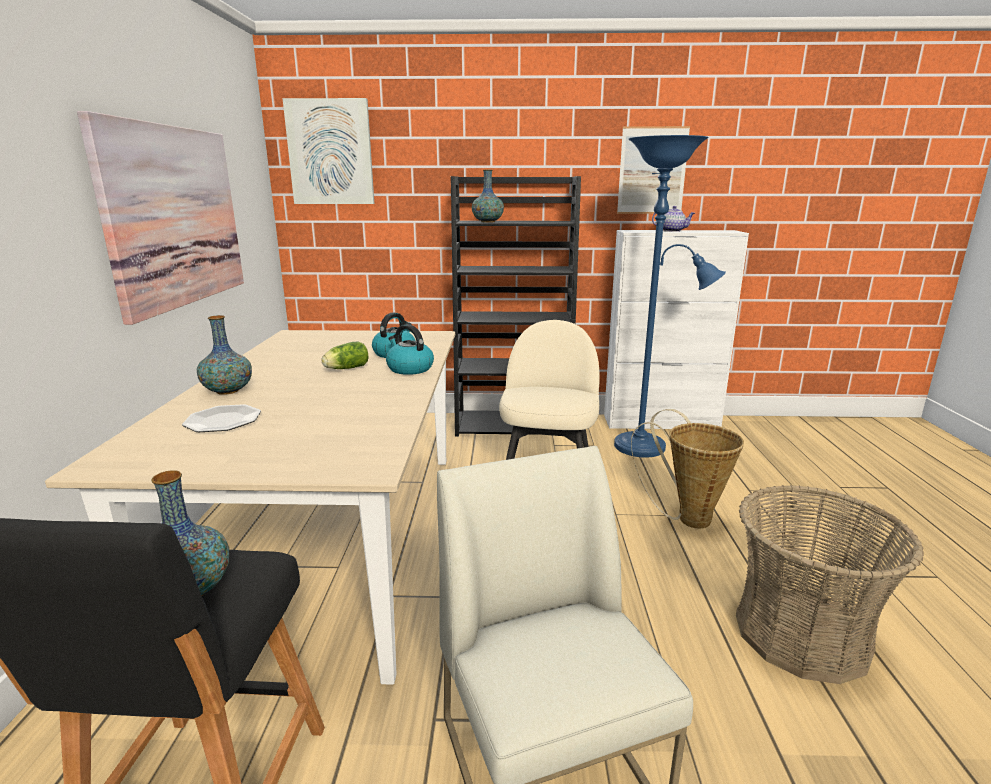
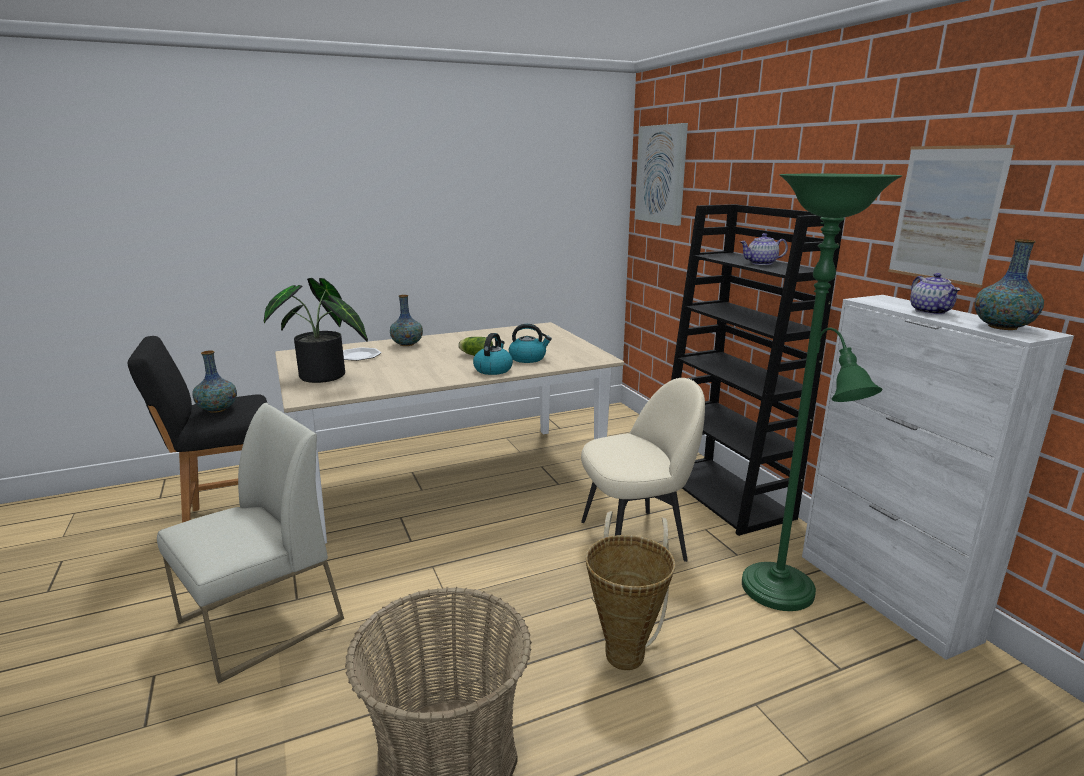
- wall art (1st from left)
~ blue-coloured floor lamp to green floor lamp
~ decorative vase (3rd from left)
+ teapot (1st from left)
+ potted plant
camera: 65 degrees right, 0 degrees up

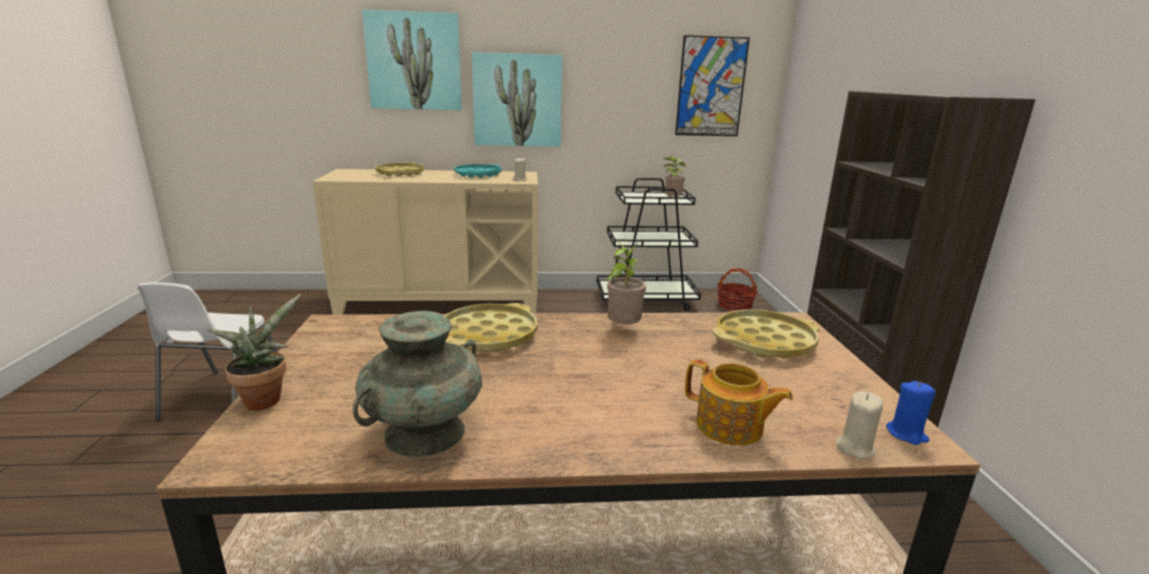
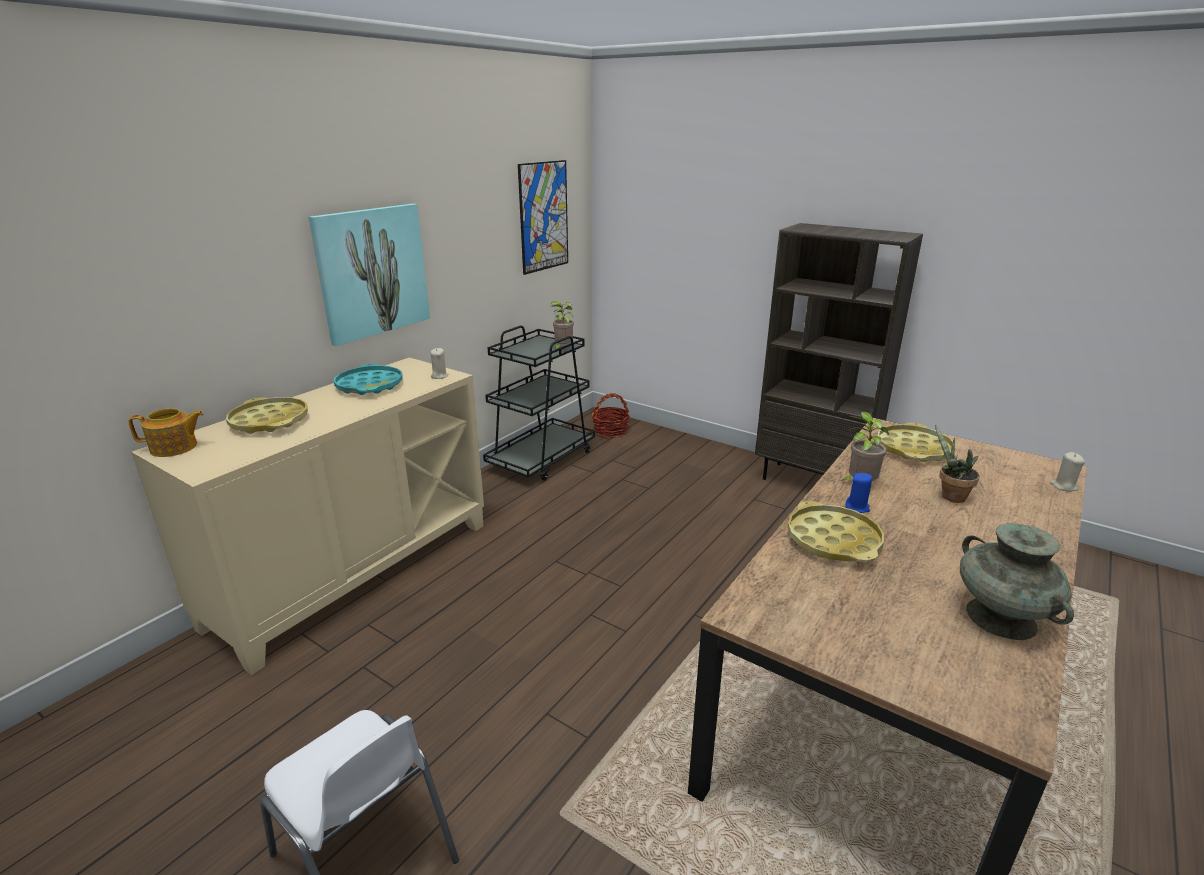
- wall art (1st from left)
~ potted plant (1st from left in the first image) to potted plant (3rd from left)
~ teapot
~ blue-coloured candle
camera: 50 degrees left, 5 degrees up

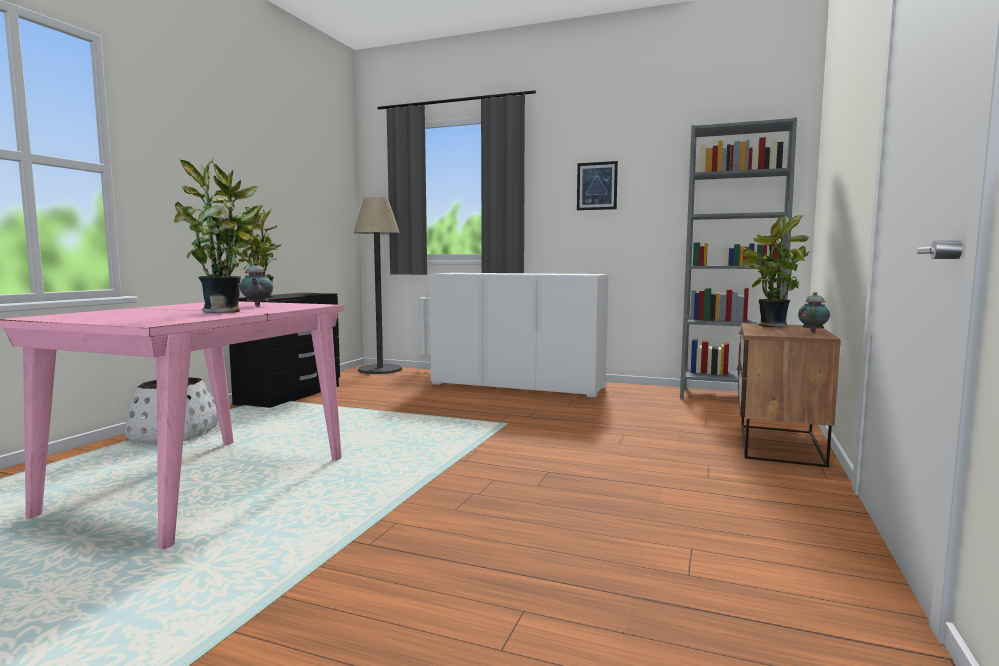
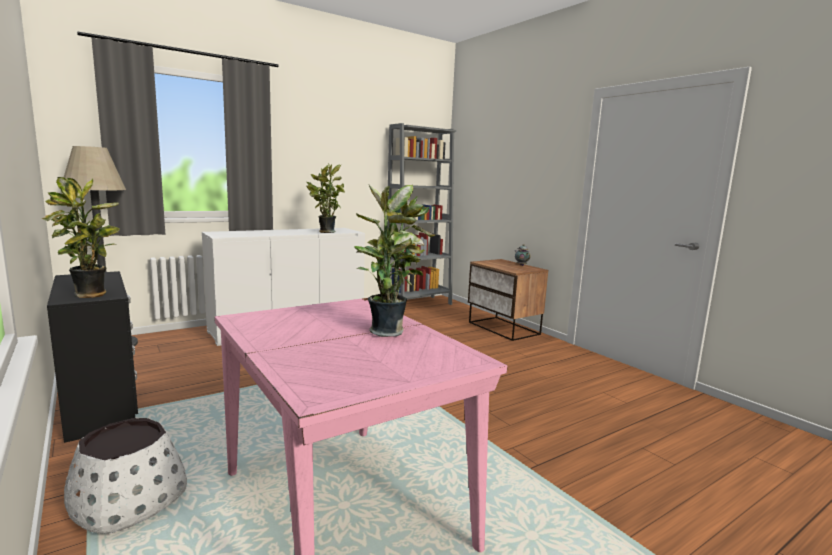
- wall art
~ potted plant (3rd from left in the first image) to potted plant (2nd from left)
- teapot (1st from left)
camera: 55 degrees left, 5 degrees up

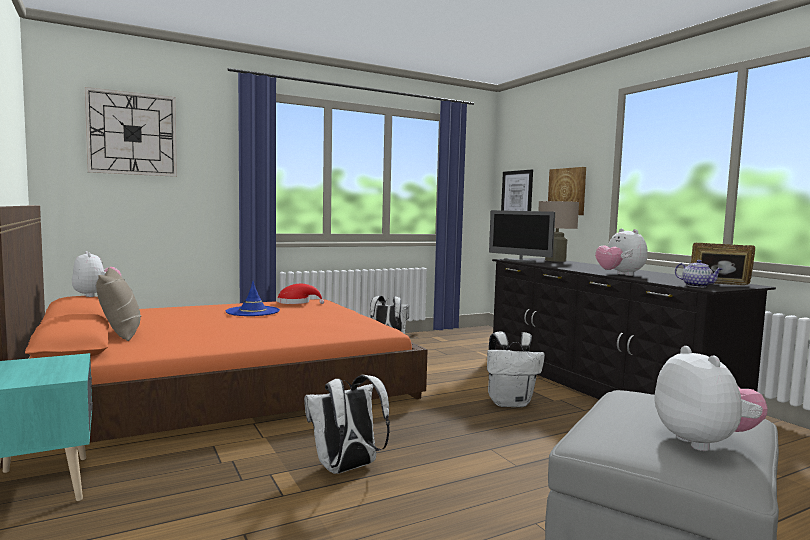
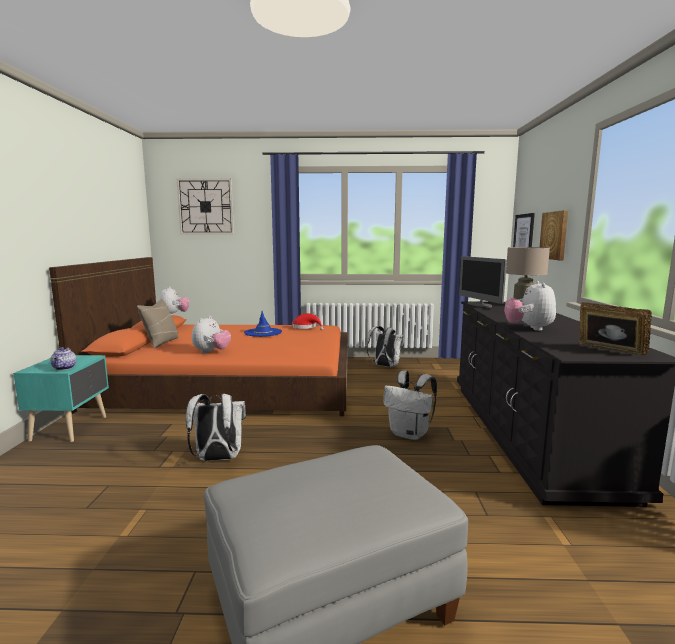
~ teapot
~ soft toy (3rd from left in the first image) to soft toy (2nd from left)
camera: 30 degrees right, 5 degrees up

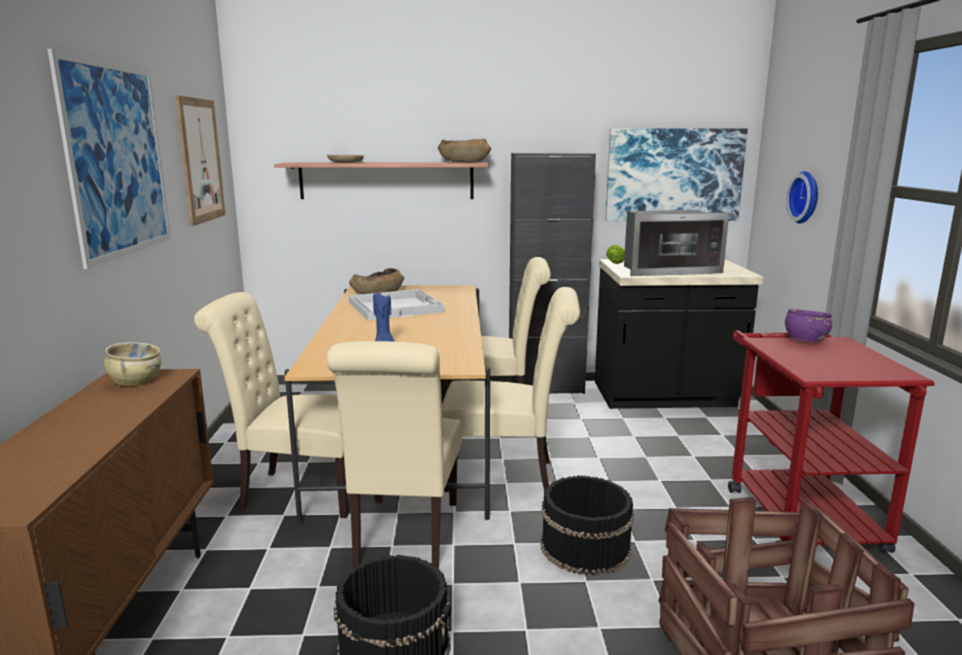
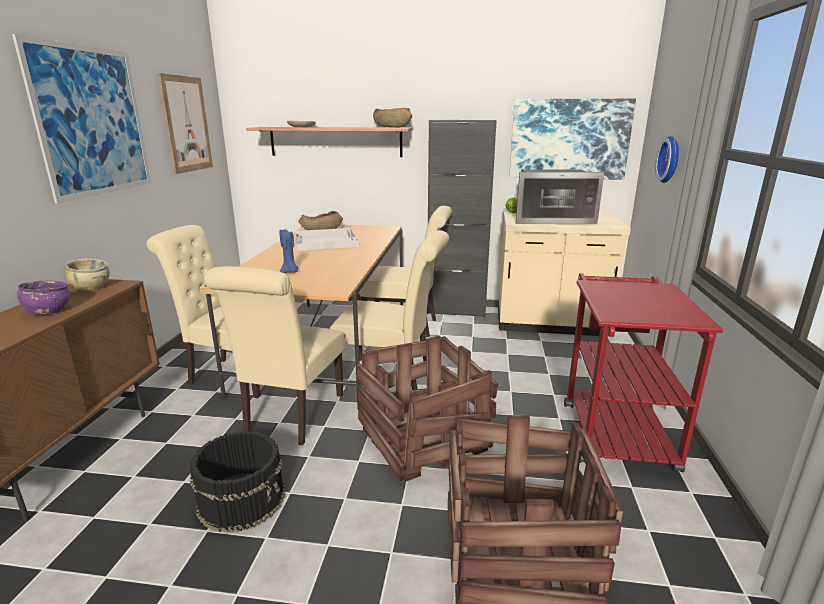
~ black-coloured kitchen base unit to sand-coloured kitchen base unit
~ purple bowl
~ black-coloured bucket (2nd from left) to crate (1st from left)
camera: 10 degrees right, 5 degrees up

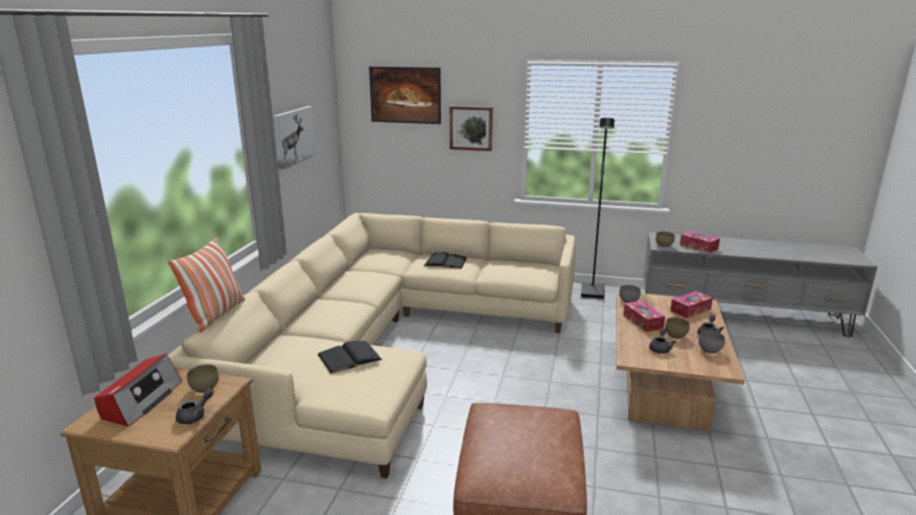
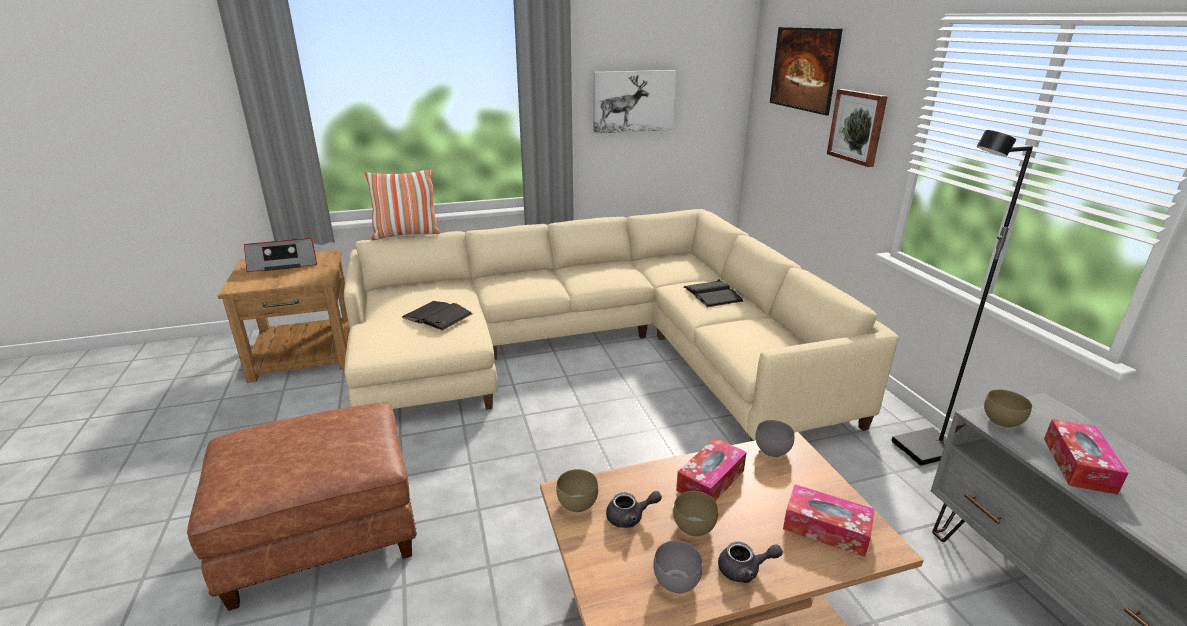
~ brown-coloured bowl (1st from left)
- greyish teapot (1st from left)
camera: 60 degrees right, 5 degrees up

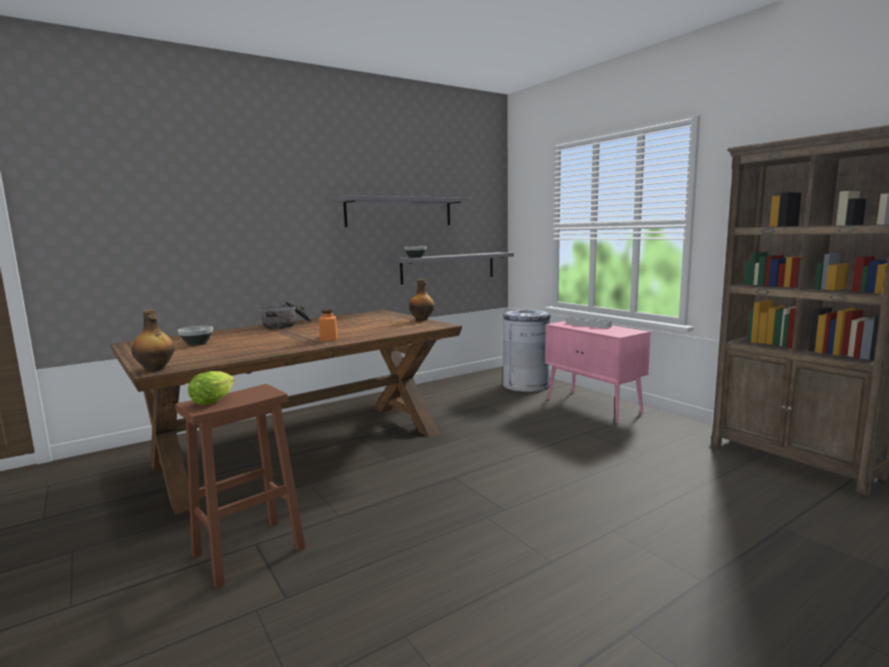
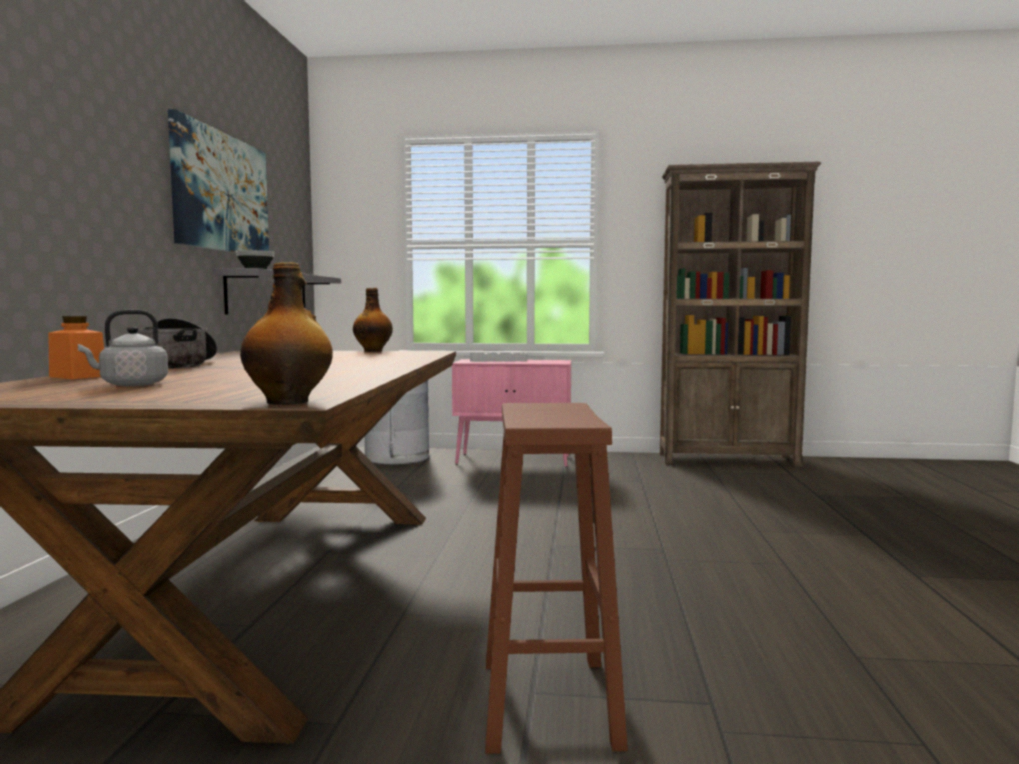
~ greyish shelf (1st from left) to wall art
~ orangey preserve jar
~ bowl (1st from left) to greyish kettle
- lettuce head
camera: 50 degrees left, 5 degrees down

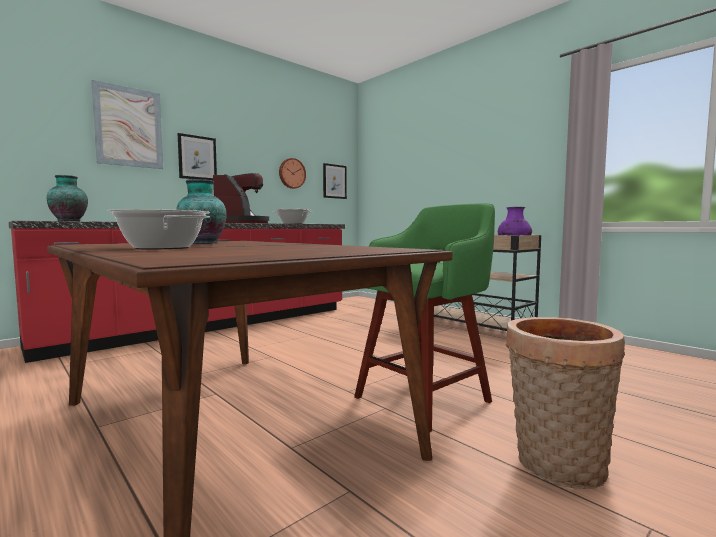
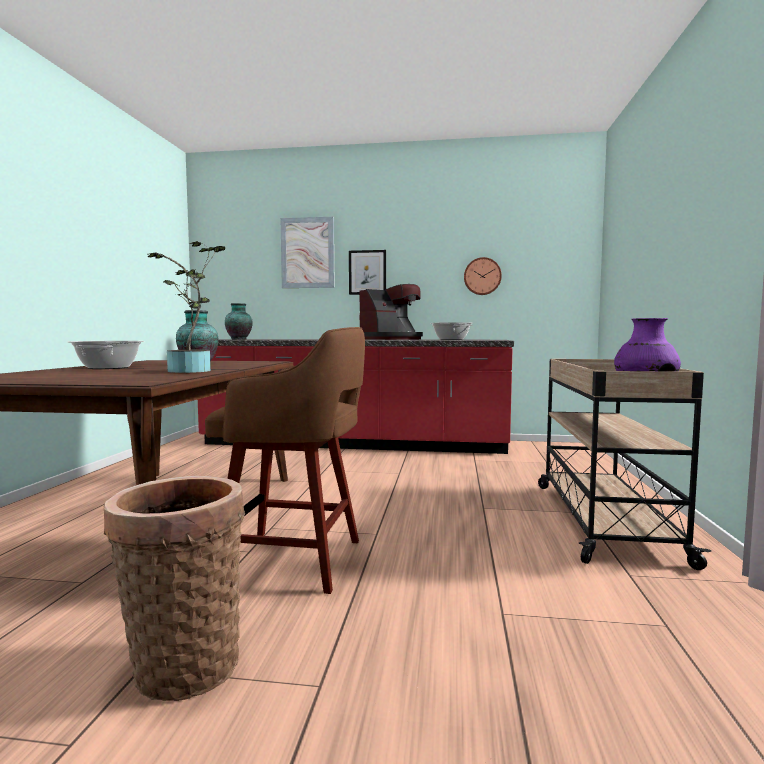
- wall art (3rd from left)
~ green sitting stool to brown-coloured sitting stool
+ potted plant
camera: 50 degrees right, 0 degrees up

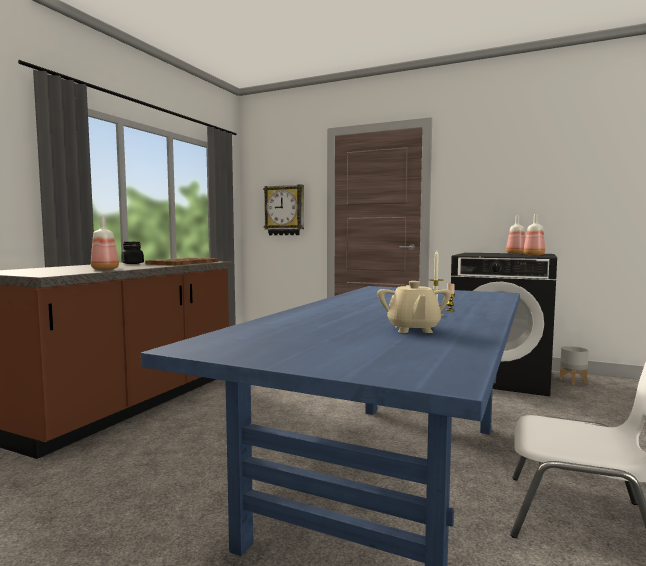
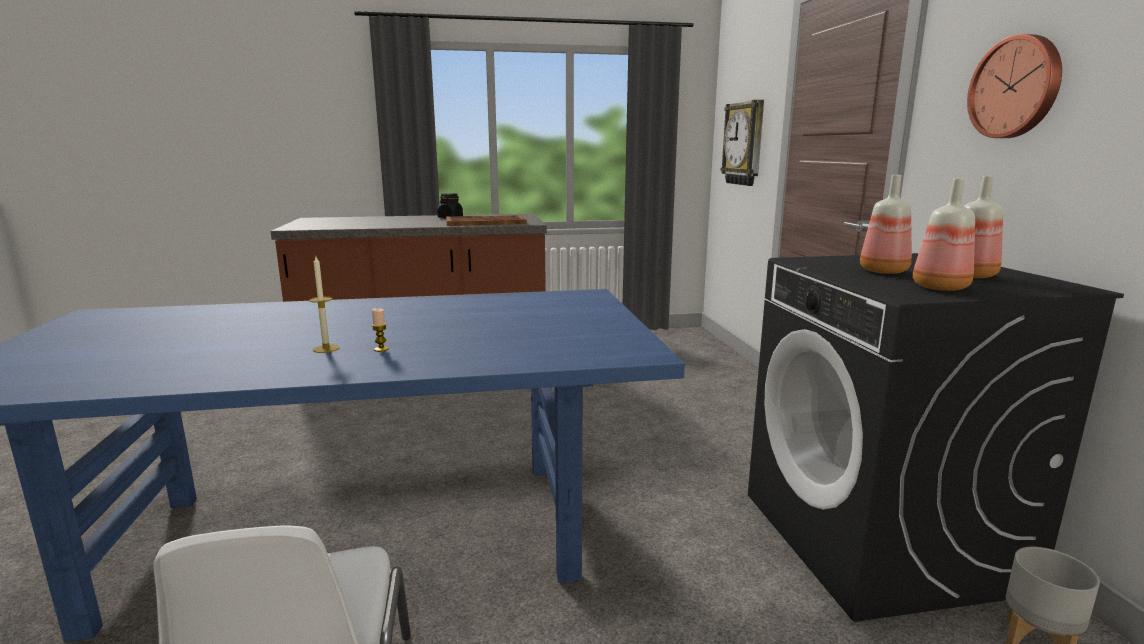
~ bottle (1st from left)
- sand-coloured teapot
+ wall clock (2nd from left)
camera: 55 degrees right, 10 degrees up

